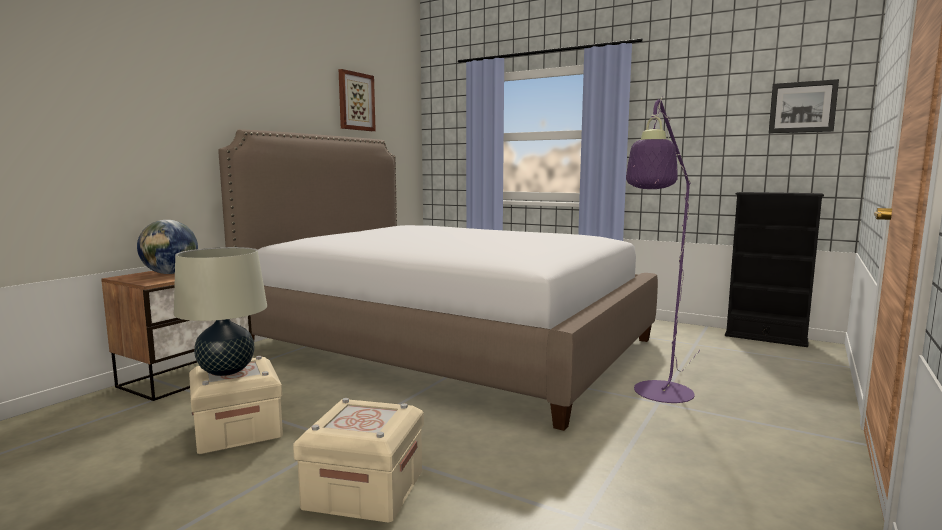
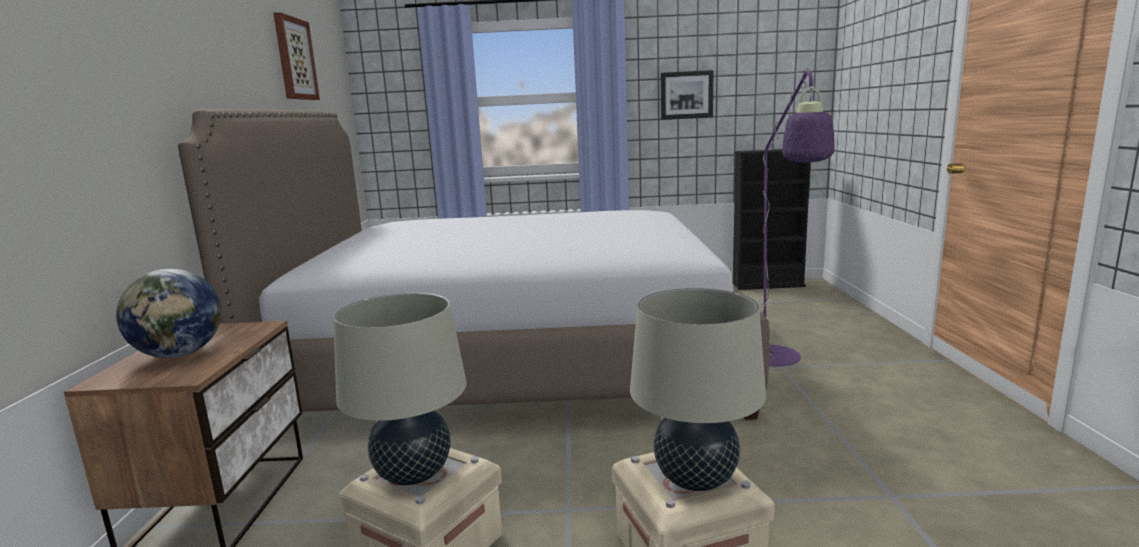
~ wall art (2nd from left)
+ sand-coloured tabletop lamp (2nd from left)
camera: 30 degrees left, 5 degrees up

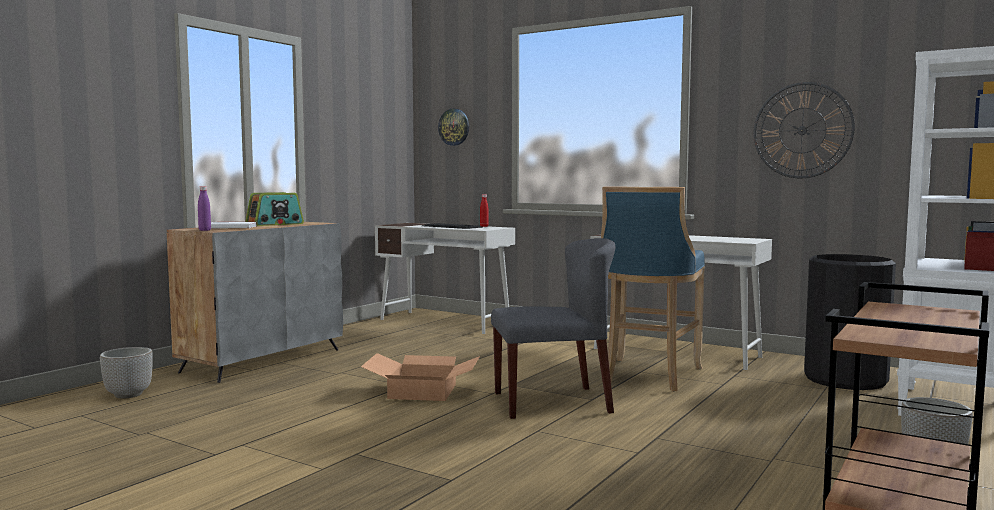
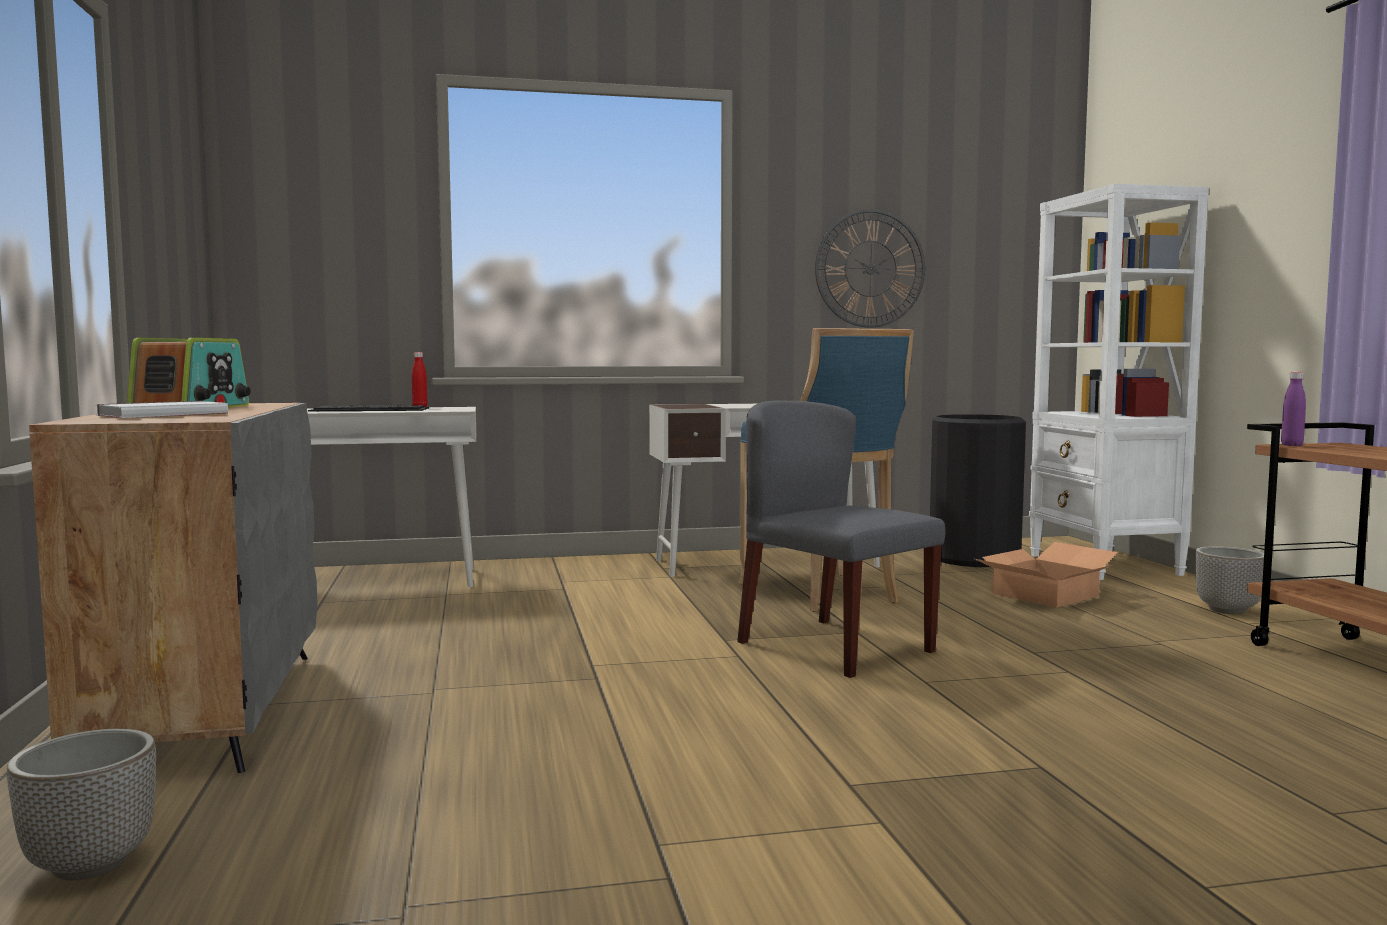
- wall clock (1st from left)
~ purple bottle
~ greyish plain chair 75 degrees counterclockwise
~ carton
camera: 45 degrees left, 0 degrees up

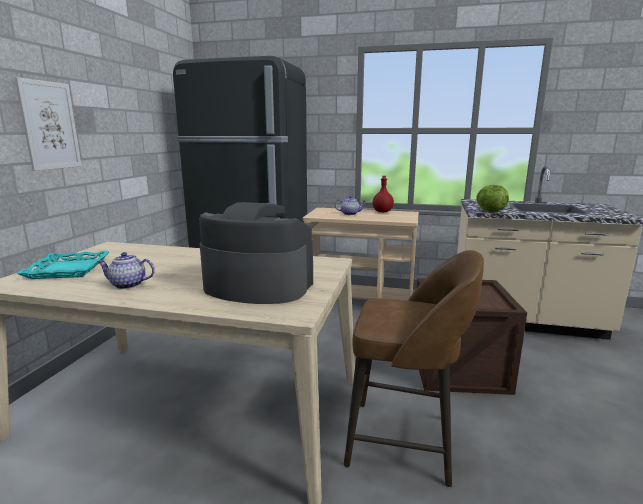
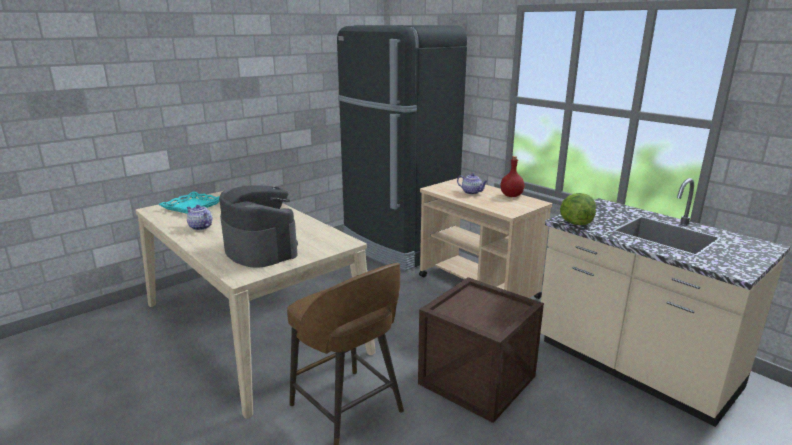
- wall art
camera: 35 degrees right, 5 degrees up

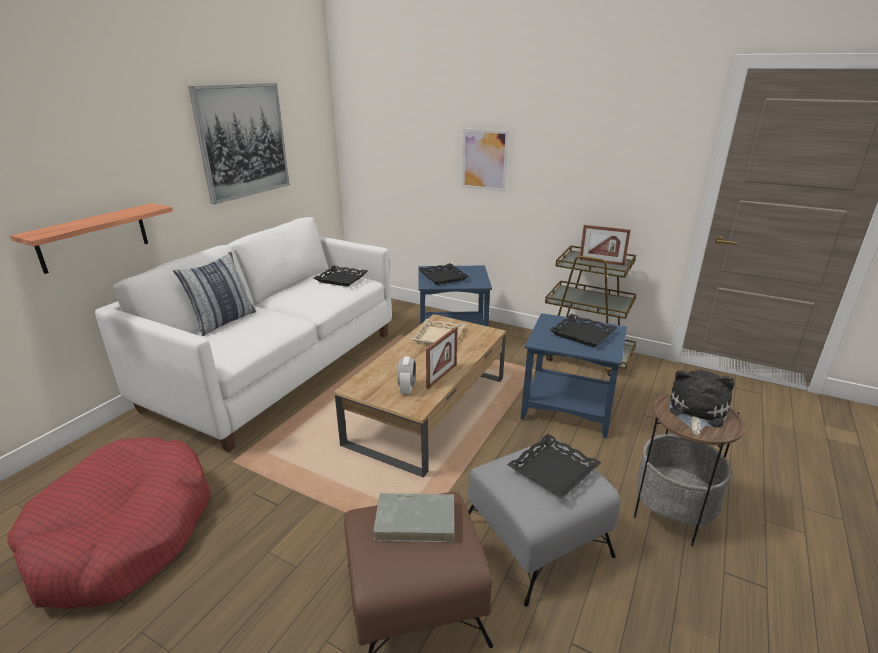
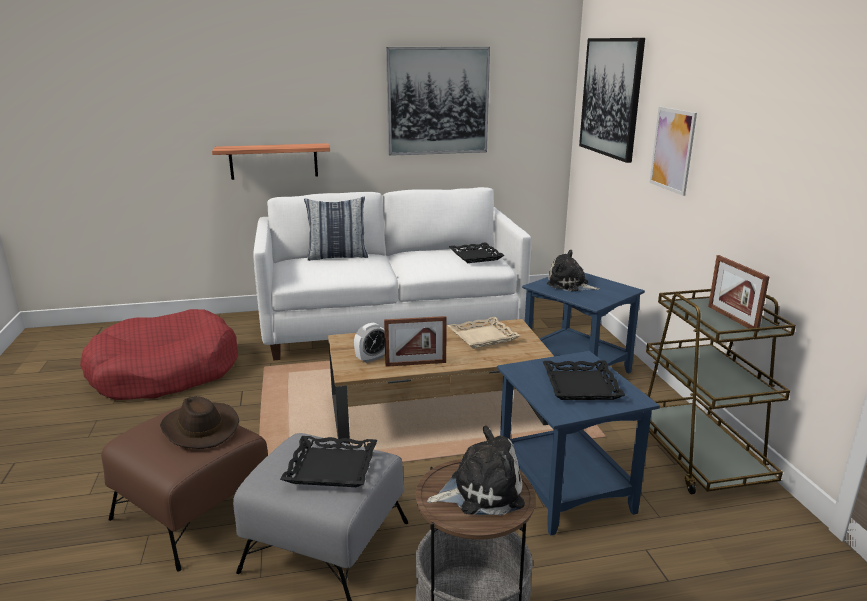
~ black-coloured serving tray (2nd from left) to soft toy (2nd from left)
~ greyish bound book to brown-coloured wearable hat
+ wall art (2nd from left)
camera: 50 degrees right, 5 degrees down

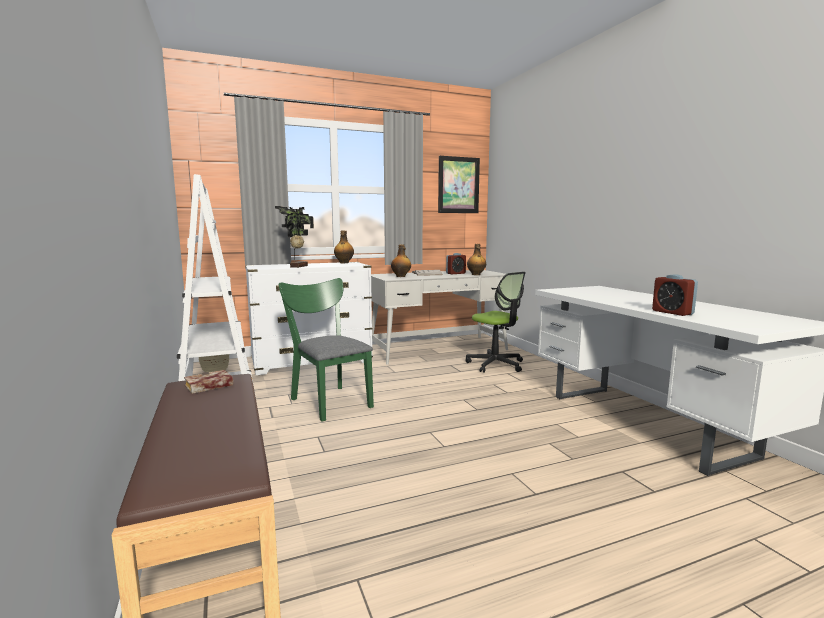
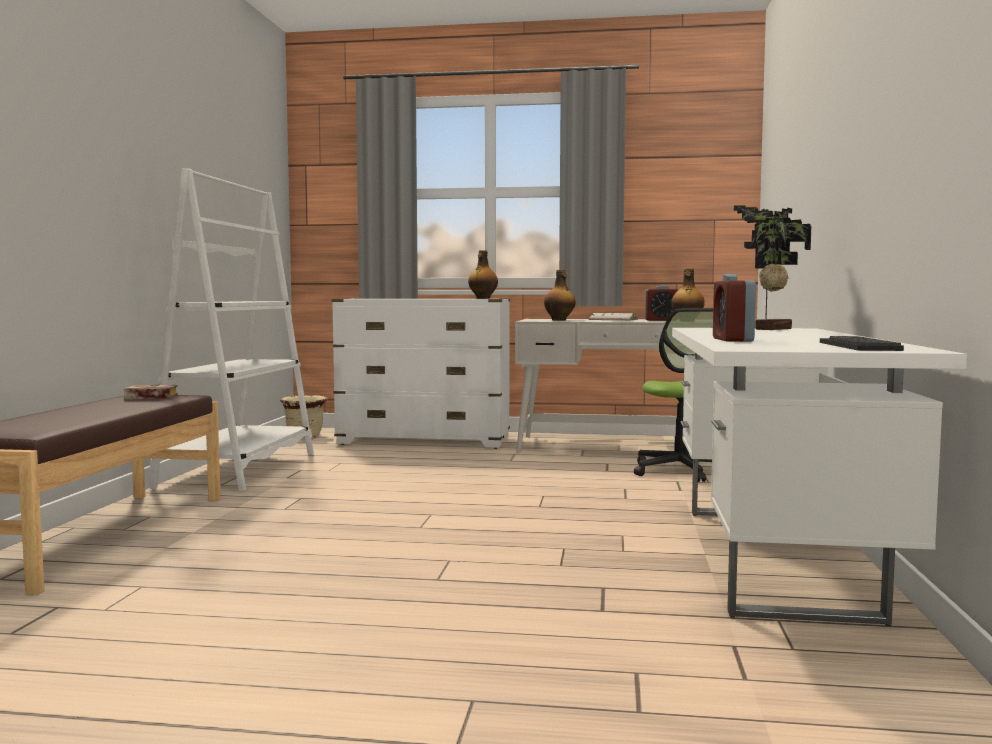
- wall art
~ potted plant
- green plain chair
+ PC keyboard
camera: 30 degrees right, 5 degrees down

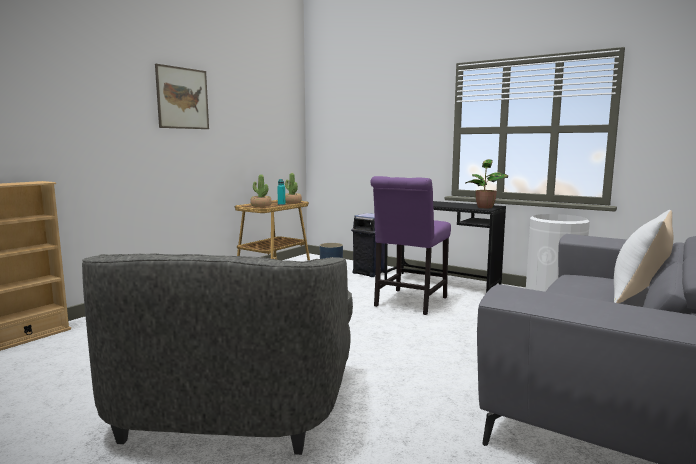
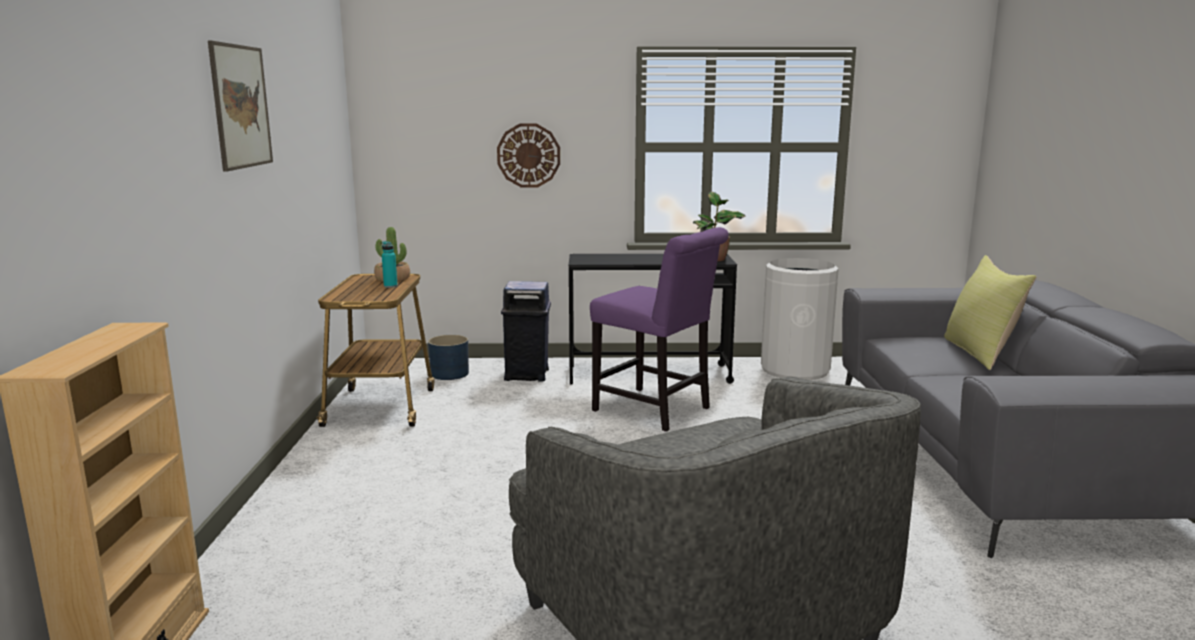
- potted plant (1st from left)
~ purple plain chair 45 degrees counterclockwise
~ whitish pillow to yellowish pillow
+ wall clock
camera: 35 degrees left, 5 degrees up

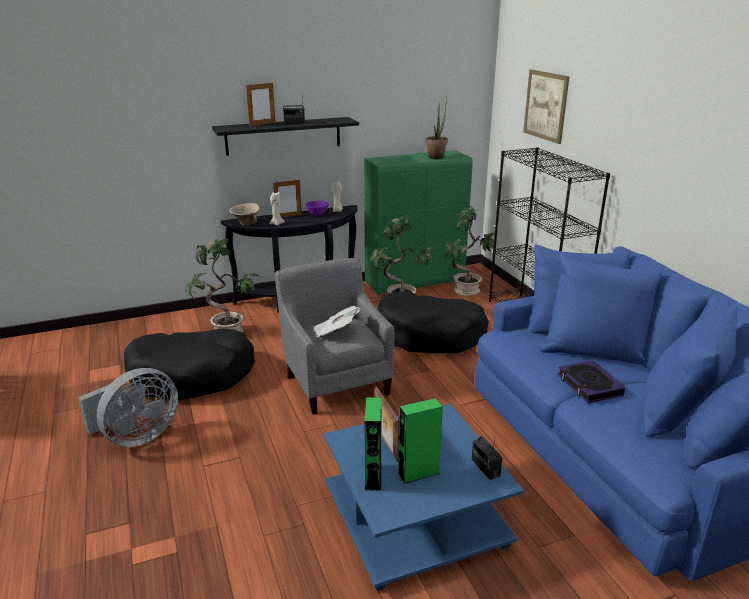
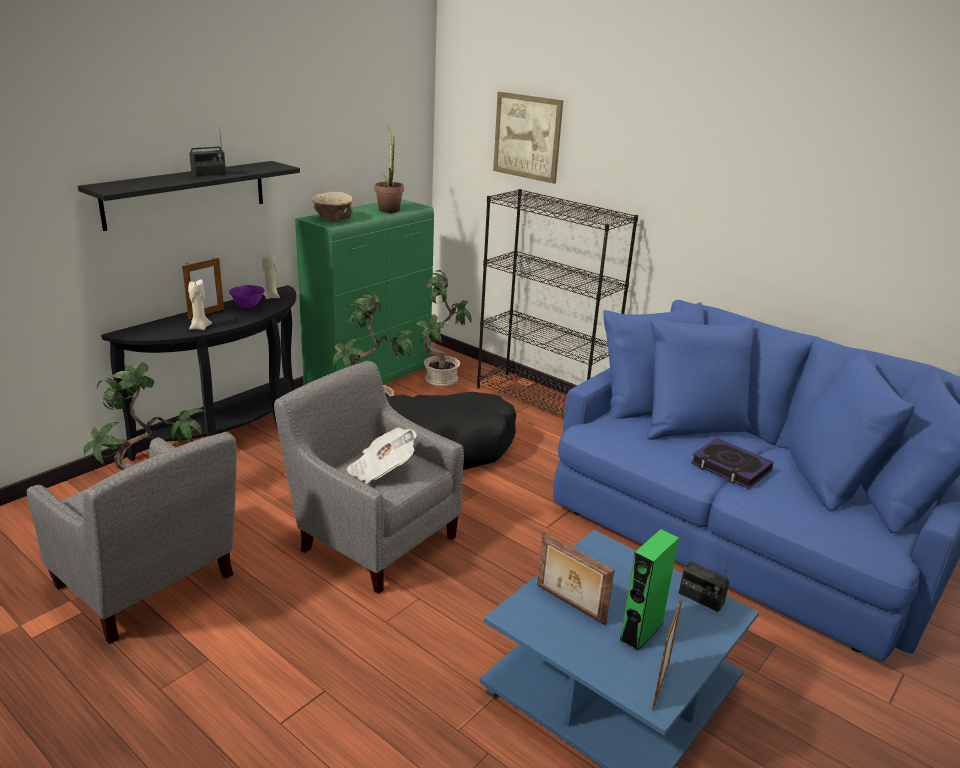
~ picture frame (1st from left in the first image) to picture frame (3rd from left)
~ sand-coloured bowl
~ black-coloured dog bed (1st from left) to greyish lounge chair (1st from left)
- greyish electric fan
- green speaker (1st from left)
camera: 30 degrees left, 0 degrees up

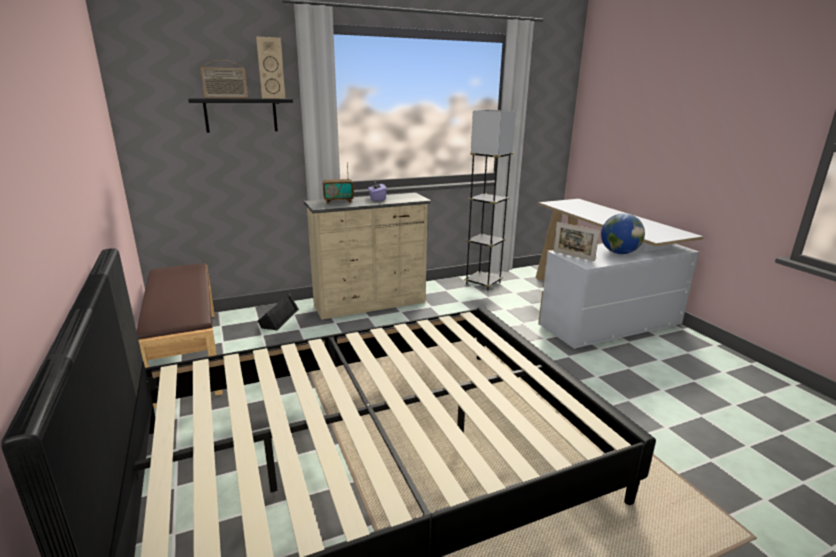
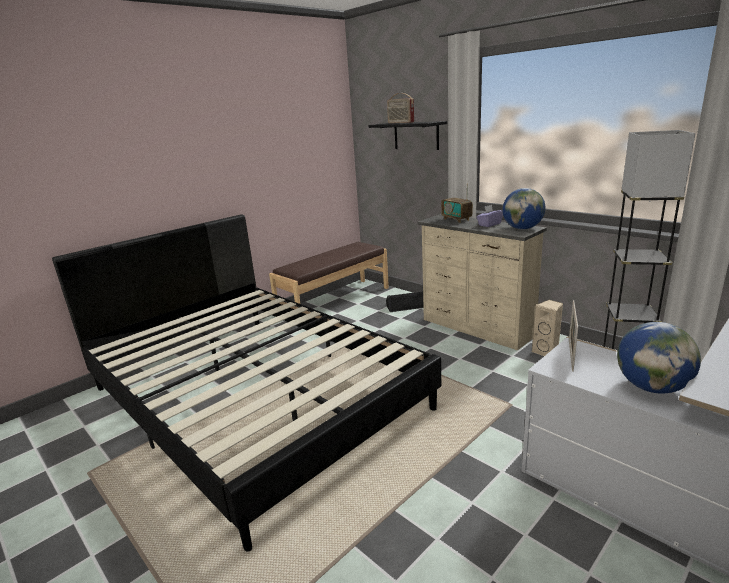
~ sand-coloured speaker
+ globe (1st from left)
camera: 70 degrees right, 0 degrees up

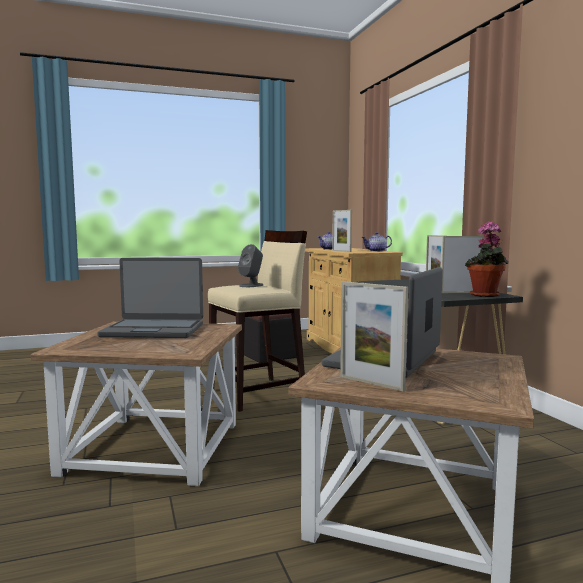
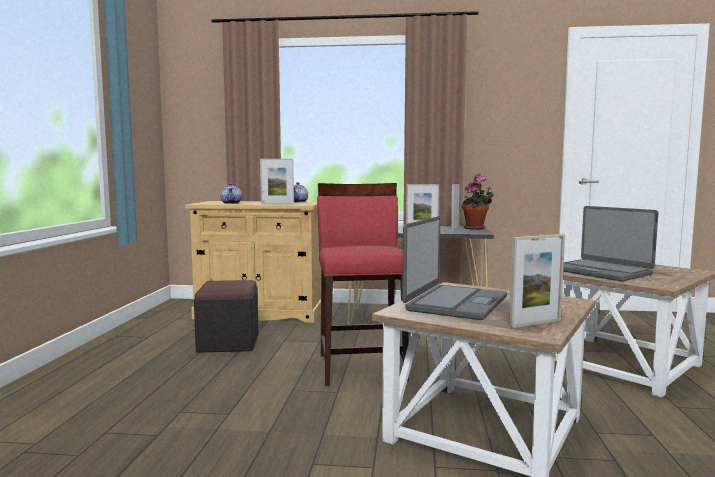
~ sand-coloured sitting stool to reddish sitting stool
- greyish speaker
~ picture frame (2nd from left in the first image) to picture frame (4th from left)
camera: 65 degrees left, 0 degrees up

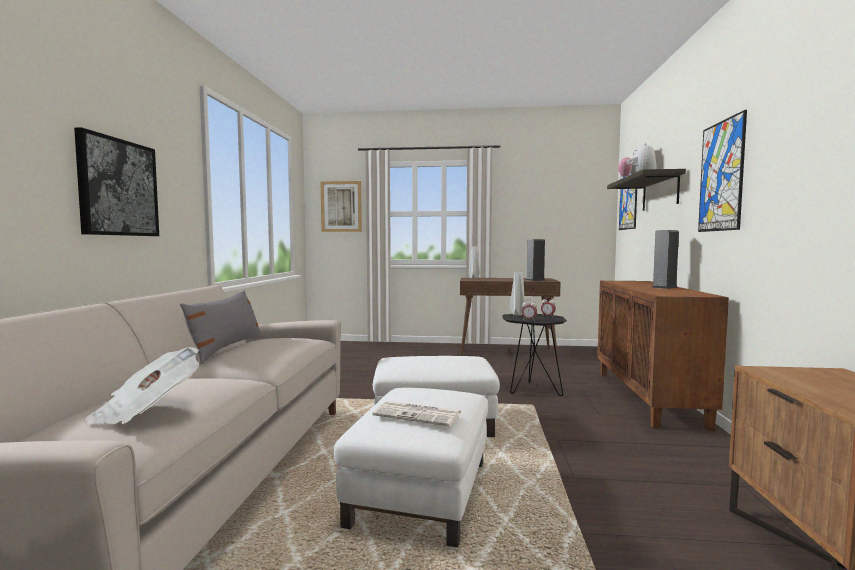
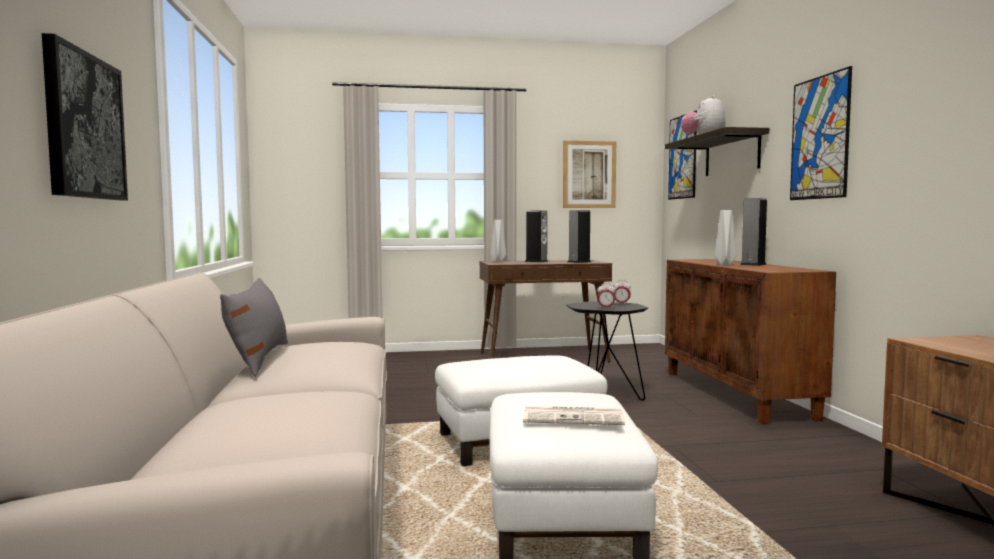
~ wall art (2nd from left)
~ greyish decorative vase (2nd from left)
- daily paper (1st from left)
+ speaker (1st from left)
camera: 15 degrees left, 0 degrees up

